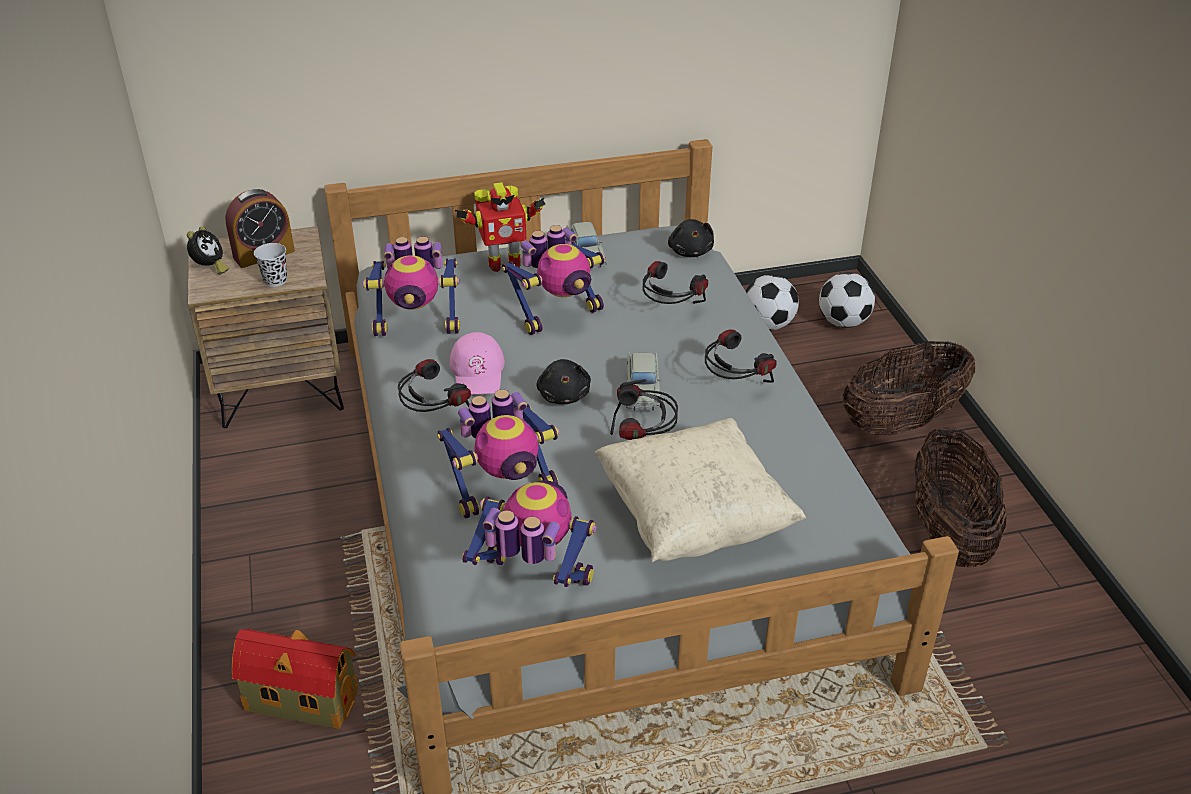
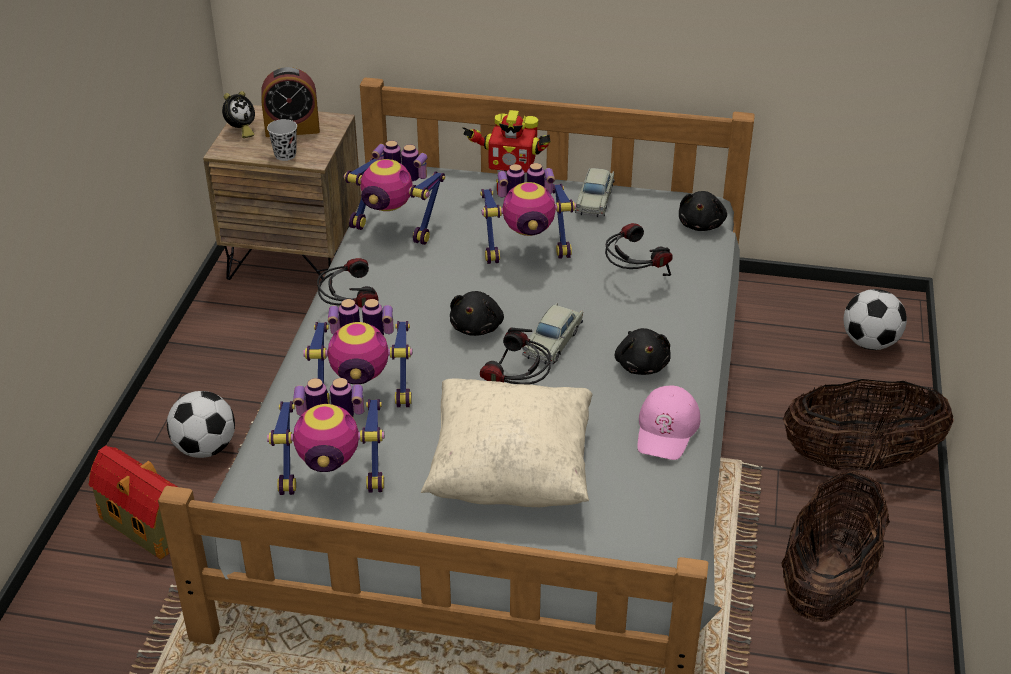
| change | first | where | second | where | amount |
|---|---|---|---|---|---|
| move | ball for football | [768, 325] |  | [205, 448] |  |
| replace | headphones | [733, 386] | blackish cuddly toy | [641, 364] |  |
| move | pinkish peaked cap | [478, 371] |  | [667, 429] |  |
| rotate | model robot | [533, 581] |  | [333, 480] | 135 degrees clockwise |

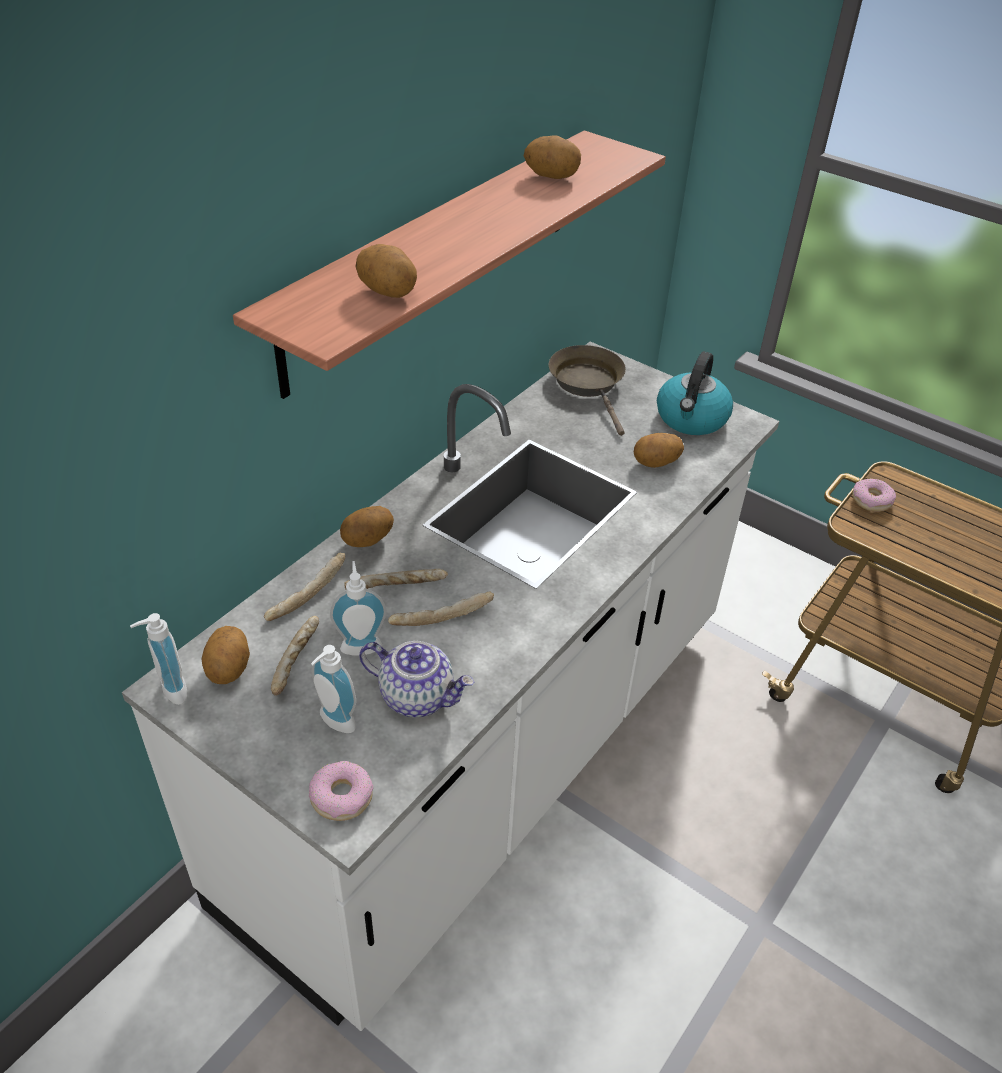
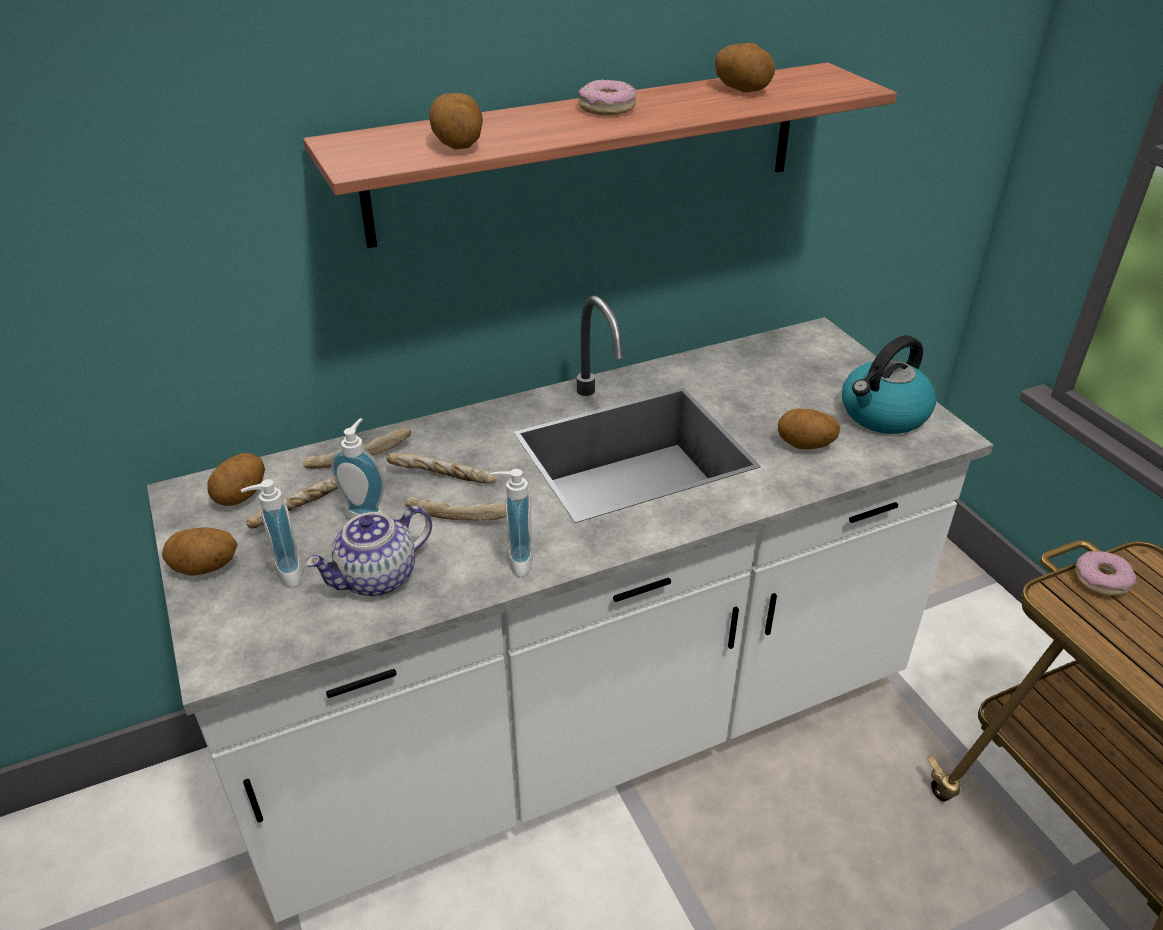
| change | first | where | second | where | amount |
|---|---|---|---|---|---|
| delete | brownish pan | [589, 384] |  |  |  |
| move | whole potato | [368, 541] |  | [205, 569] |  |
| move | soap dispenser | [169, 691] |  | [515, 561] |  |
| rotate | tea pot | [418, 696] |  | [377, 578] | 90 degrees clockwise |
| move | donut | [341, 797] |  | [606, 108] |  |

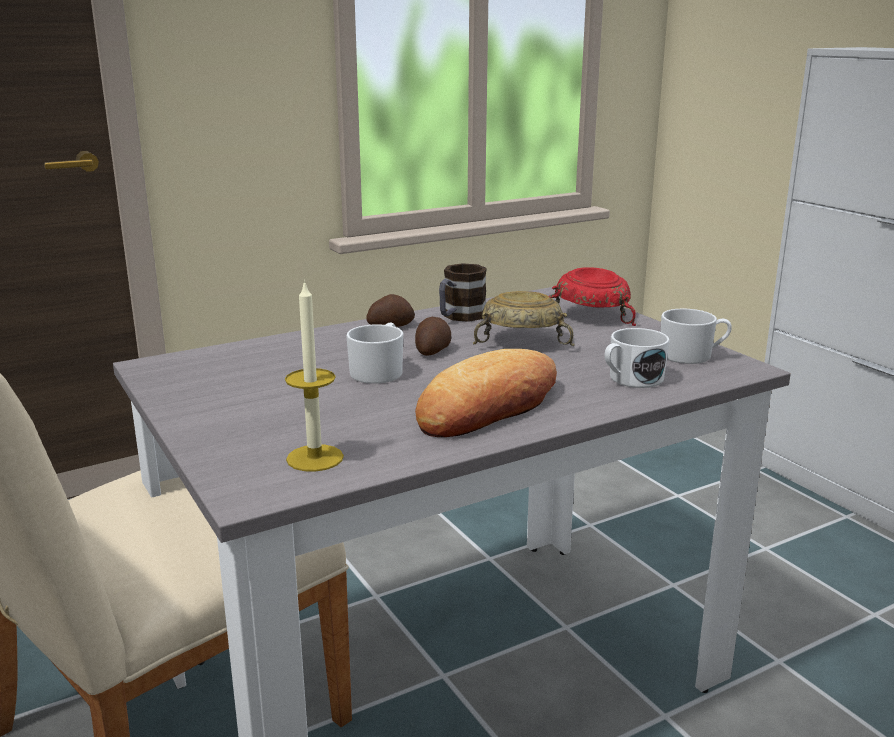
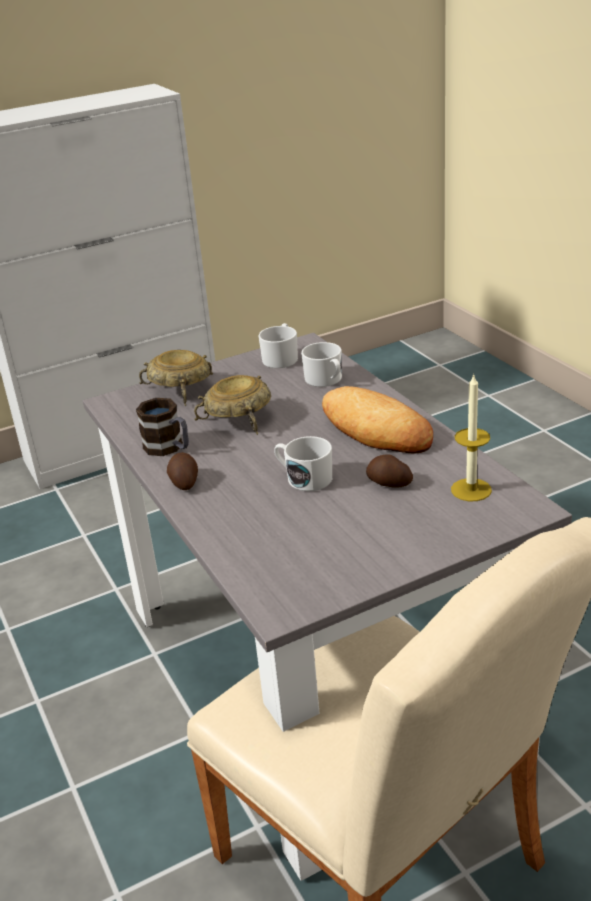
| change | first | where | second | where | amount |
|---|---|---|---|---|---|
| recolor | red serving bowl | [589, 315] | beige-coloured serving bowl | [180, 391] |  |
| move | whole potato | [432, 350] |  | [389, 483] |  |

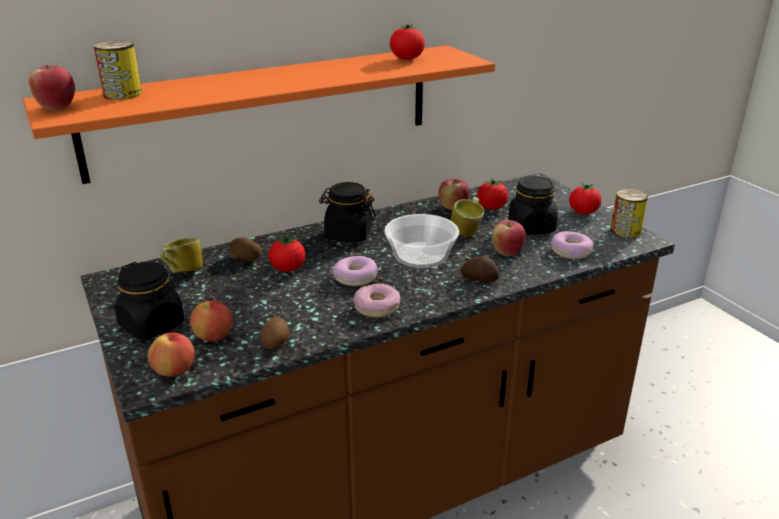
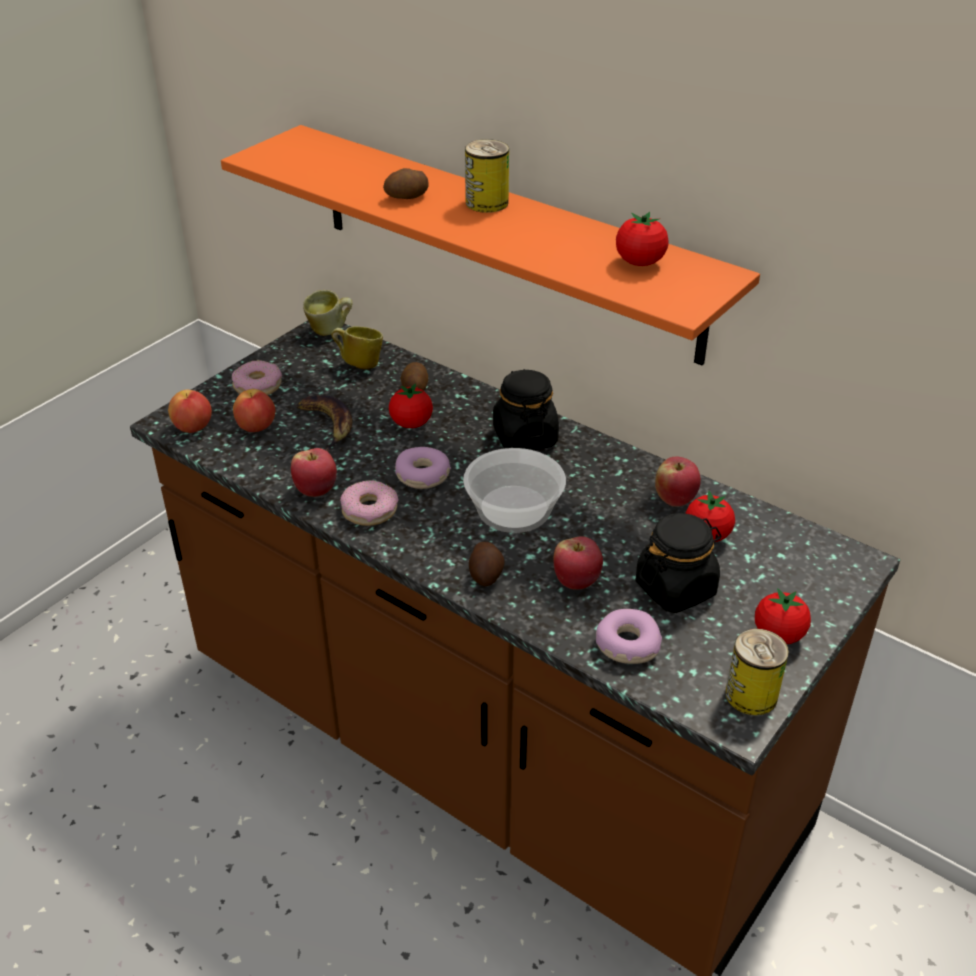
| change | first | where | second | where | amount |
|---|---|---|---|---|---|
| move | can | [122, 94] |  | [487, 203] |  |
| move | whole apple | [57, 108] |  | [316, 490] |  |
| move | coffee mug | [468, 232] |  | [330, 331] |  |
| replace | blackish jar | [152, 325] | donut | [257, 386] |  |
| move | whole potato | [276, 343] |  | [407, 197] |  |
| insert |  |  | banana | [327, 425] |  |

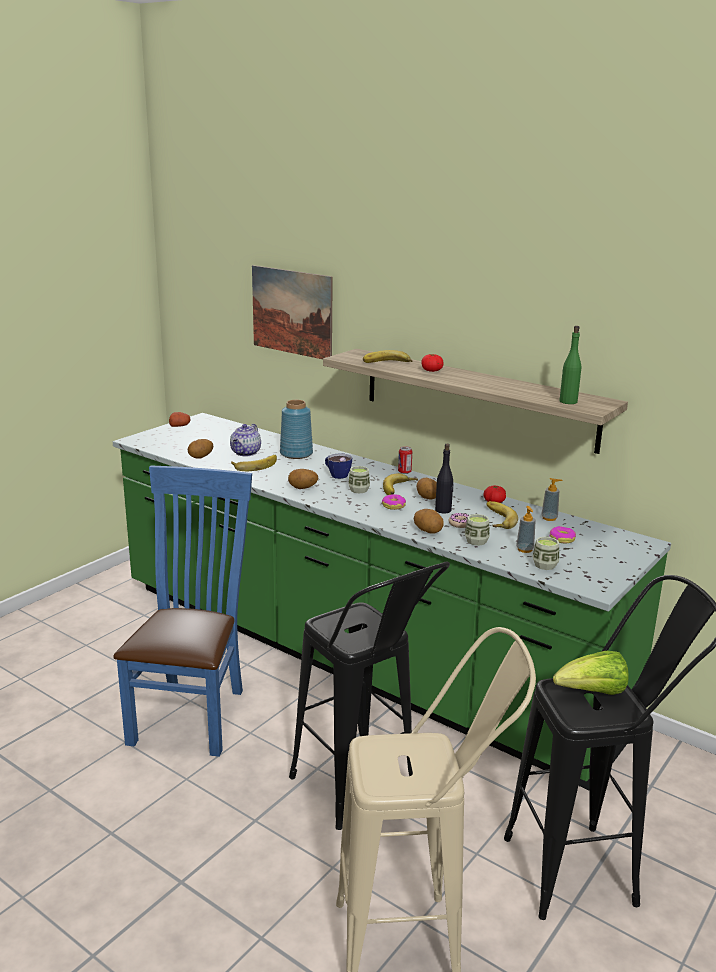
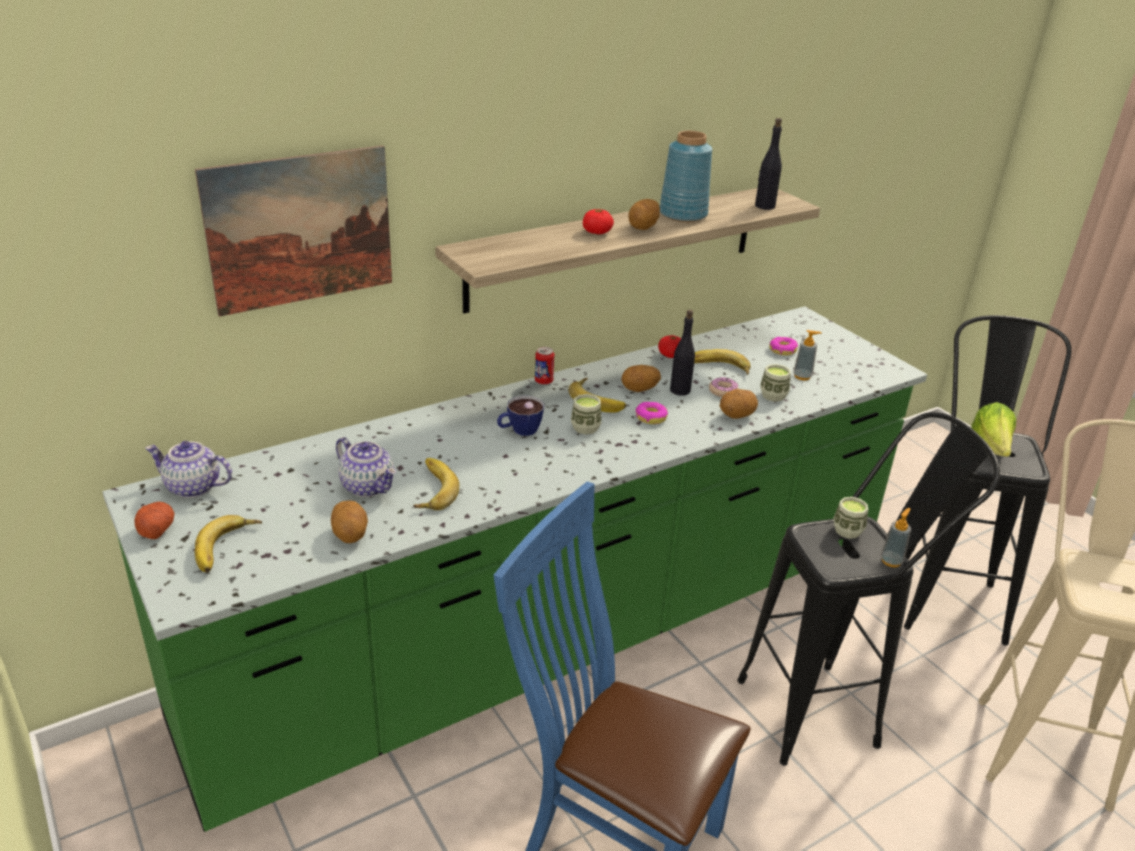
| change | first | where | second | where | amount |
|---|---|---|---|---|---|
| recolor | green-coloured drink bottle | [568, 401] | blackish drink bottle | [764, 206] |  |
| move | banana | [387, 363] |  | [228, 548] |  |
| move | blue flower vase | [295, 454] |  | [683, 215] |  |
| move | whole potato | [303, 488] |  | [643, 228] |  |
| move | soap dispenser | [549, 518] |  | [891, 561] |  |
| move | cup | [545, 565] |  | [847, 531] |  |
| insert |  |  | tea pot | [192, 487] |  |

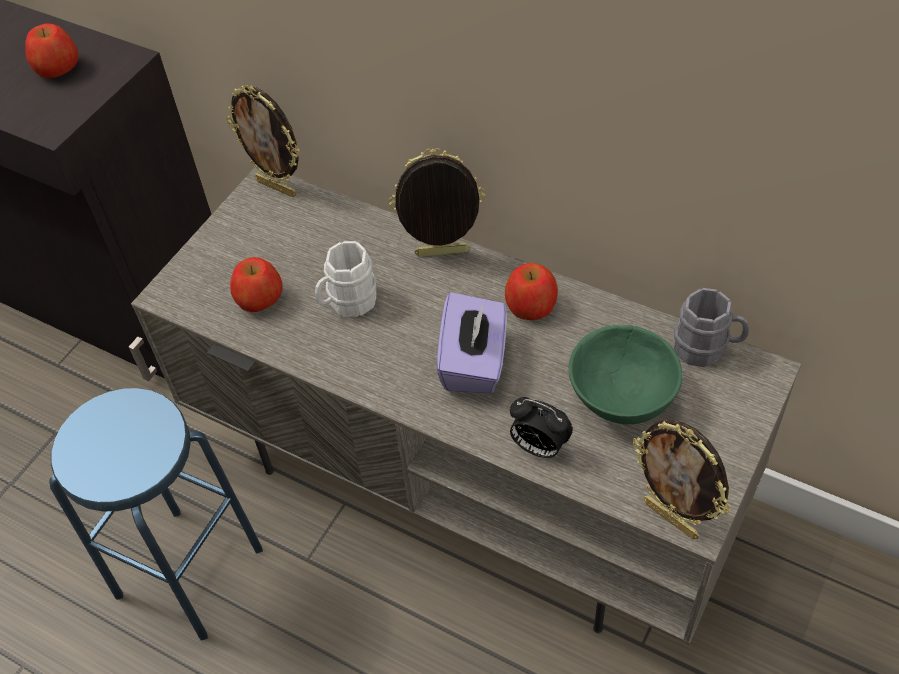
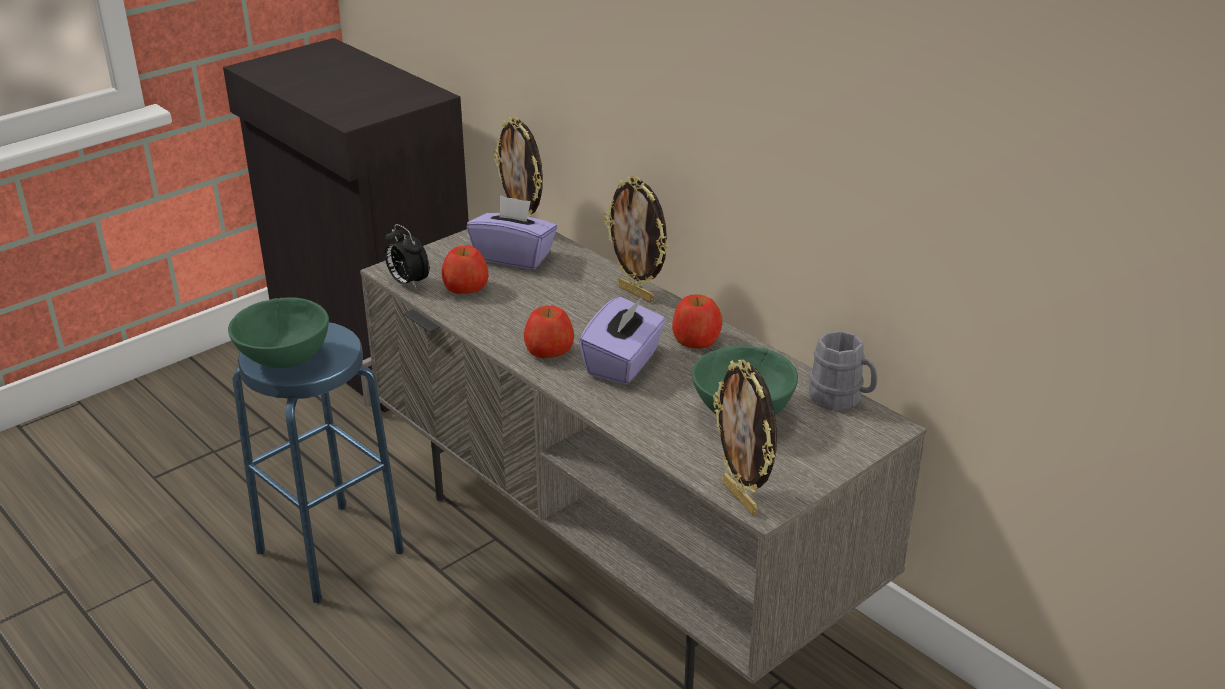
| change | first | where | second | where | amount |
|---|---|---|---|---|---|
| move | whole apple | [57, 68] |  | [548, 351] |  |
| rotate | picture frame | [442, 254] |  | [637, 293] | 150 degrees counterclockwise |
| delete | white-coloured coffee mug | [347, 302] |  |  |  |
| move | alarm clock | [538, 447] |  | [408, 283] |  |
| insert |  |  | purple-coloured tissue holder | [514, 257] |  |
| insert |  |  | green-coloured serving bowl | [283, 360] |  |

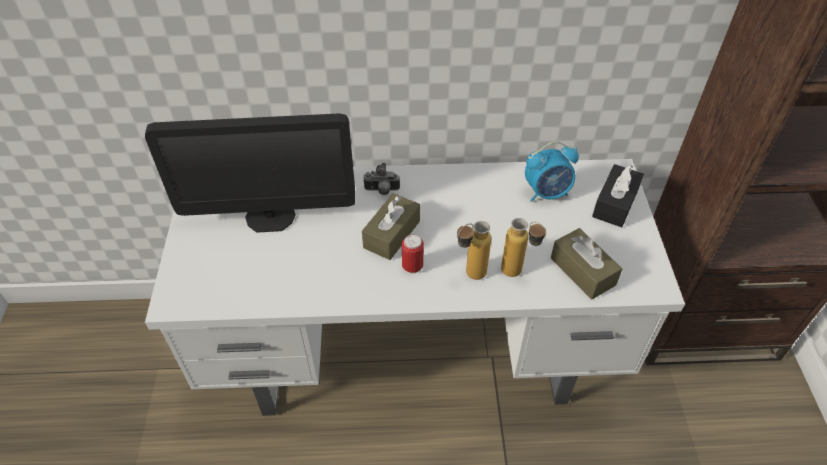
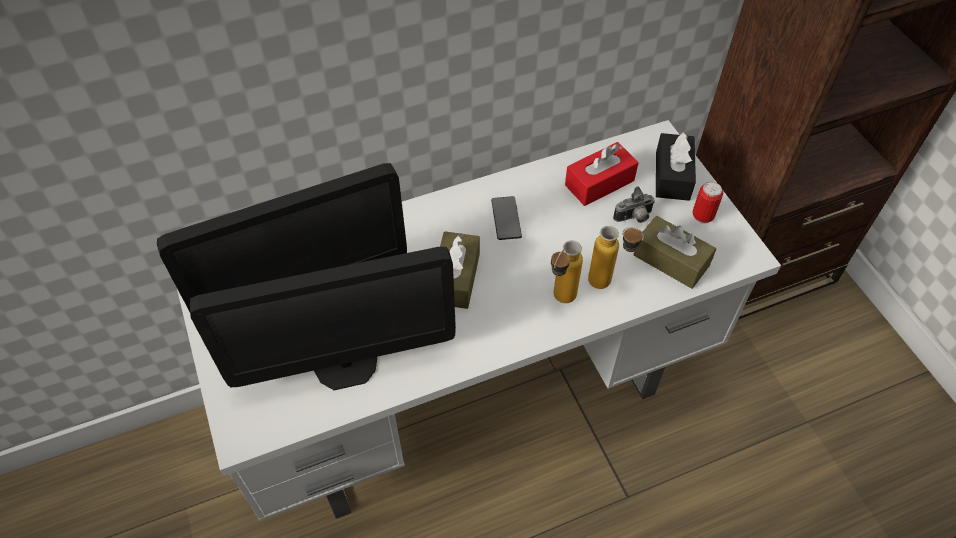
| change | first | where | second | where | amount |
|---|---|---|---|---|---|
| replace | alarm clock | [547, 193] | red tissue holder | [599, 183] |  |
| move | photo camera | [382, 191] |  | [634, 218] |  |
| move | can | [412, 267] |  | [702, 216] |  |
| insert |  |  | phone | [506, 219] |  |
| insert |  |  | computer display | [345, 364] |  |

